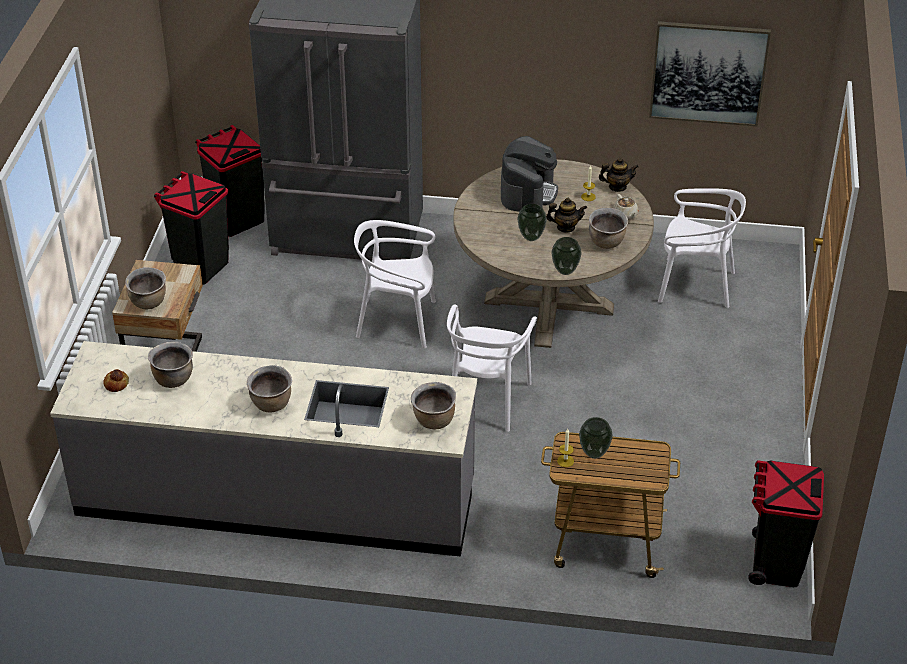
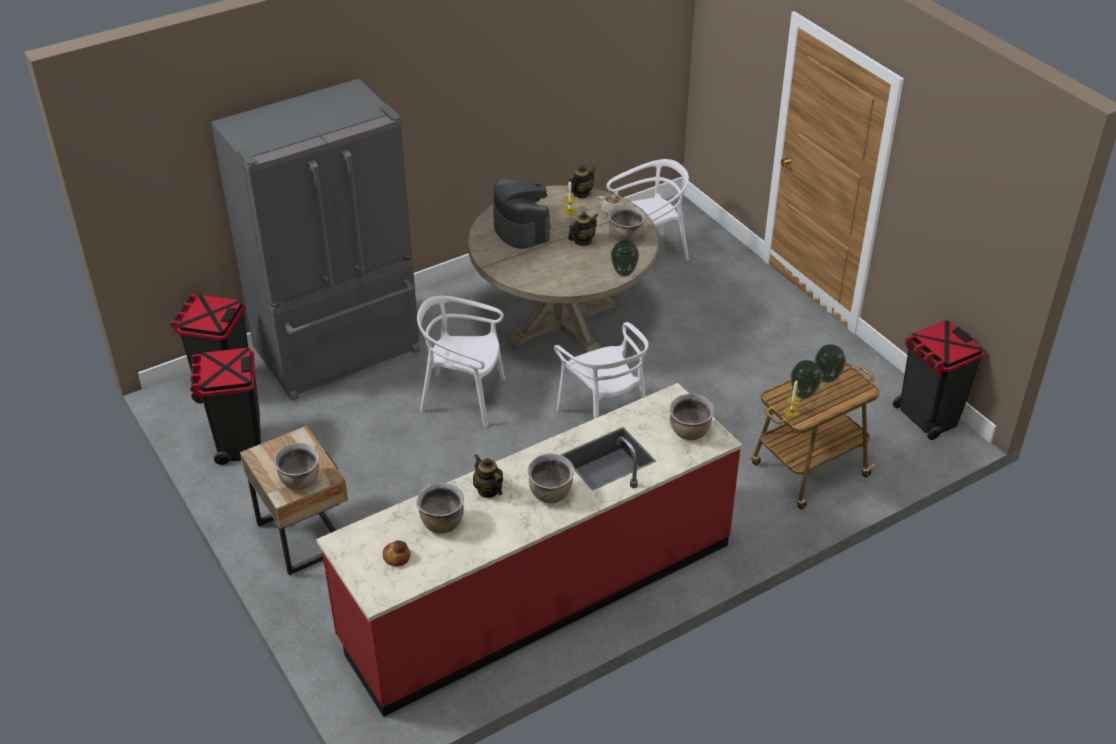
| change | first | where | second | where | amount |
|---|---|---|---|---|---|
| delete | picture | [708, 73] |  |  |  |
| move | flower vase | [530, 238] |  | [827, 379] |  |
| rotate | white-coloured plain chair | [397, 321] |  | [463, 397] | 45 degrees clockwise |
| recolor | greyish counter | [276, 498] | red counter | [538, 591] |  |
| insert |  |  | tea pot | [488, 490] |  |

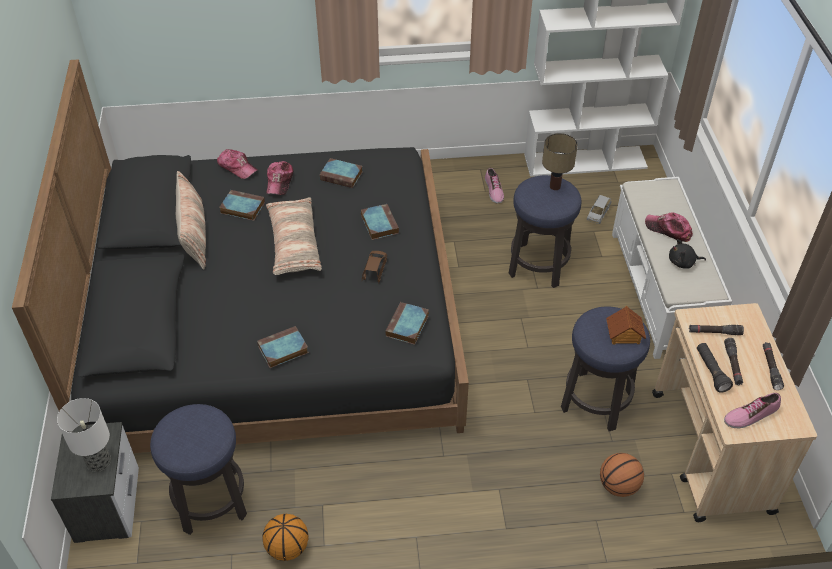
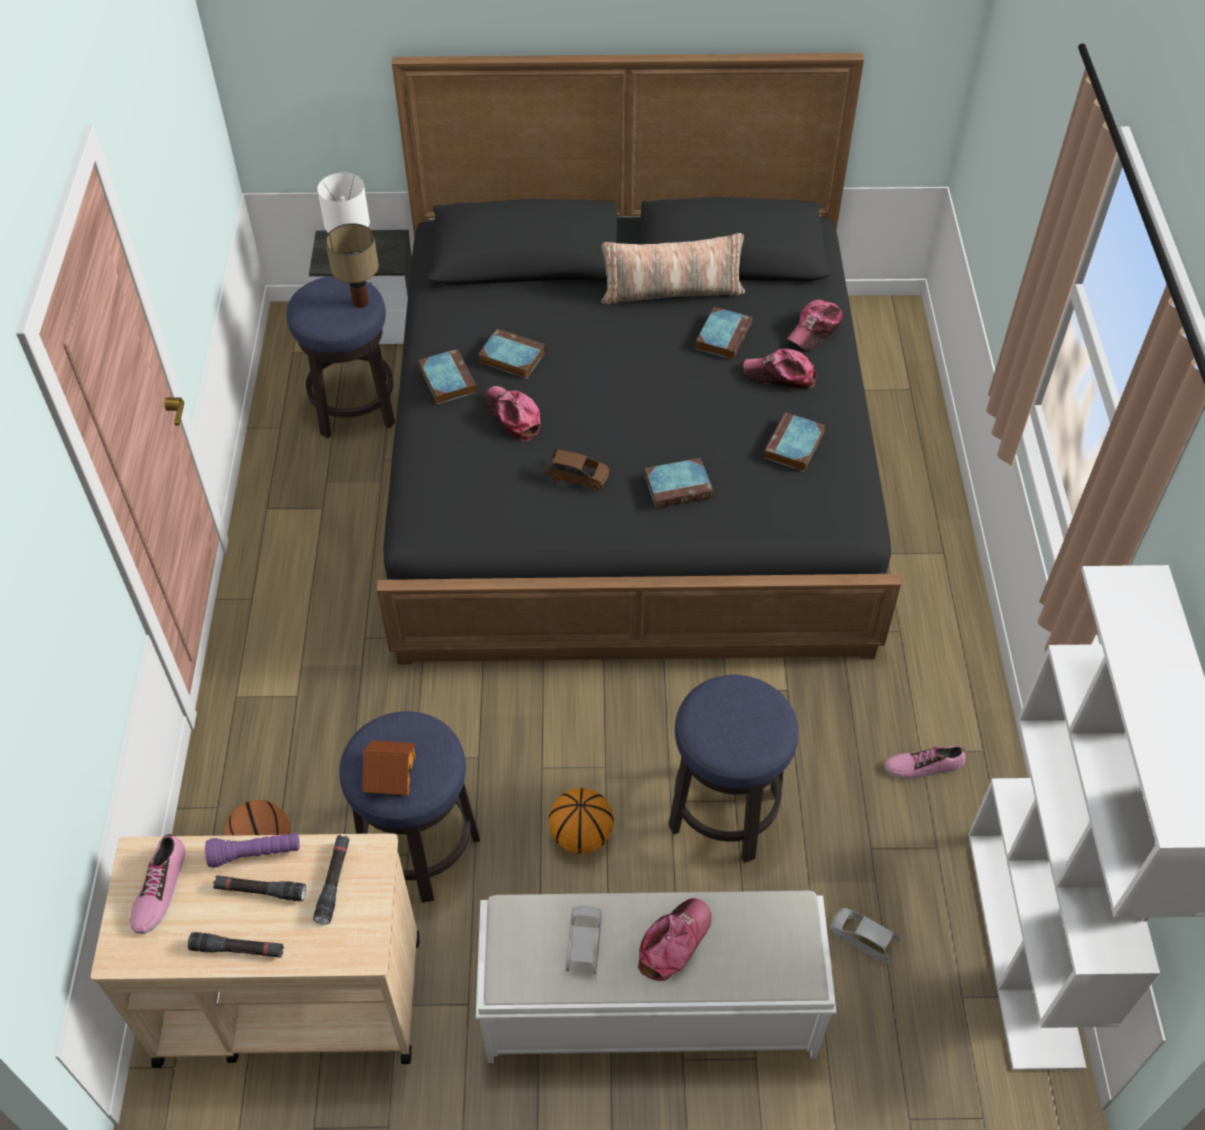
| change | first | where | second | where | amount |
|---|---|---|---|---|---|
| move | lamp for a table | [555, 187] |  | [359, 302] |  |
| delete | throw pillow | [294, 244] |  |  |  |
| replace | blackish cuddly toy | [683, 262] | greyish model car | [583, 946] |  |
| move | bound book | [407, 326] |  | [510, 357] |  |
| recolor | blackish flashlight | [711, 371] | purple-coloured flashlight | [255, 854] |  |
| rotate | item of footwear | [750, 414] |  | [159, 889] | 150 degrees counterclockwise |
| move | basketball ball | [287, 548] |  | [580, 835] |  |
| insert |  |  | peaked cap | [512, 416] |  |

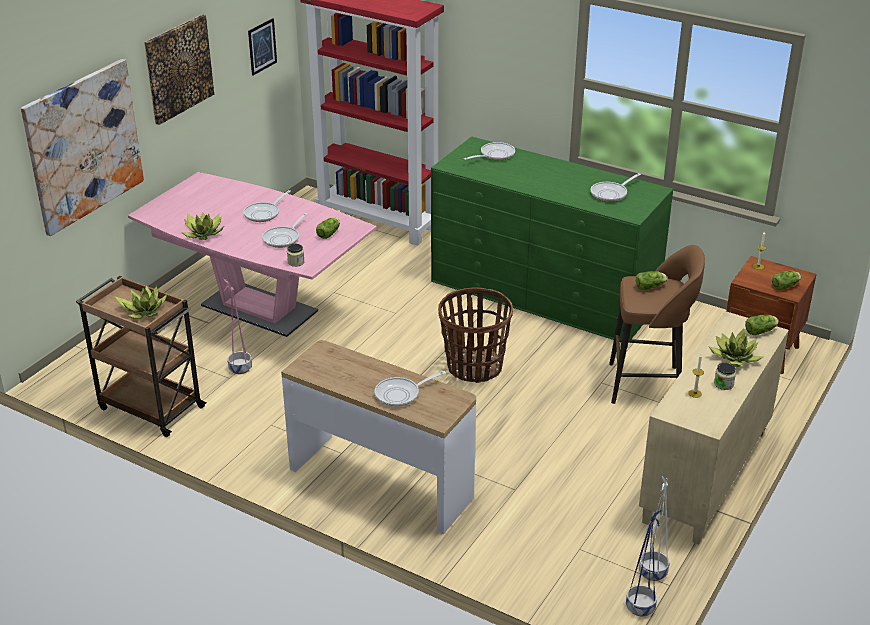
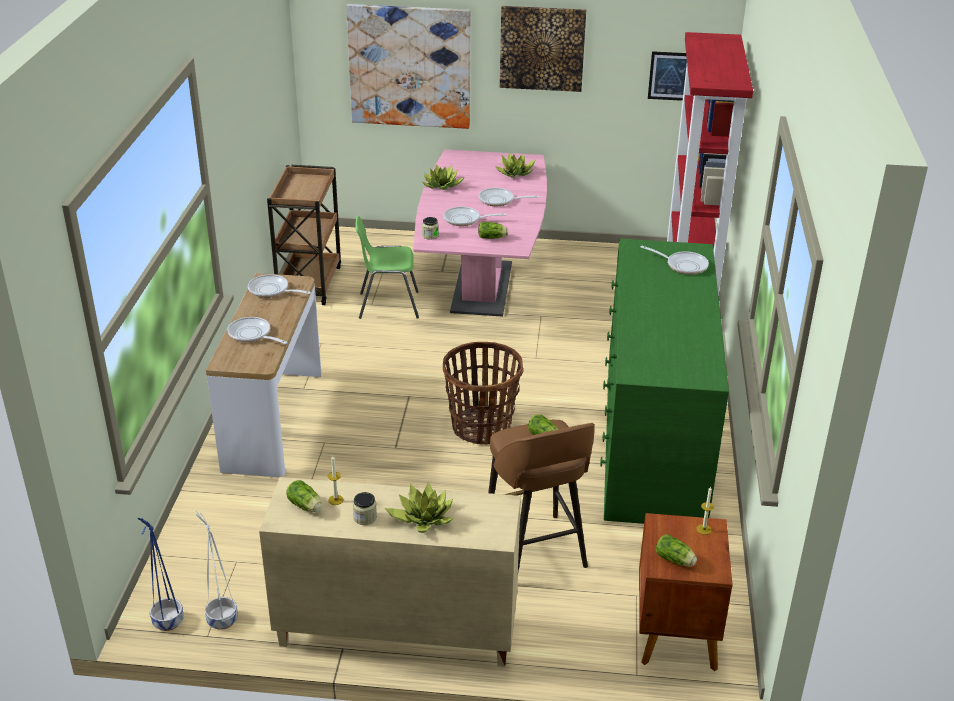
| change | first | where | second | where | amount |
|---|---|---|---|---|---|
| move | pan | [611, 193] |  | [271, 290] |  |
| replace | pinkish plant pot | [239, 368] | green-coloured plain chair | [388, 305] |  |
| move | houseplant | [144, 311] |  | [515, 173] |  |
| move | lettuce | [761, 331] |  | [306, 506] |  |

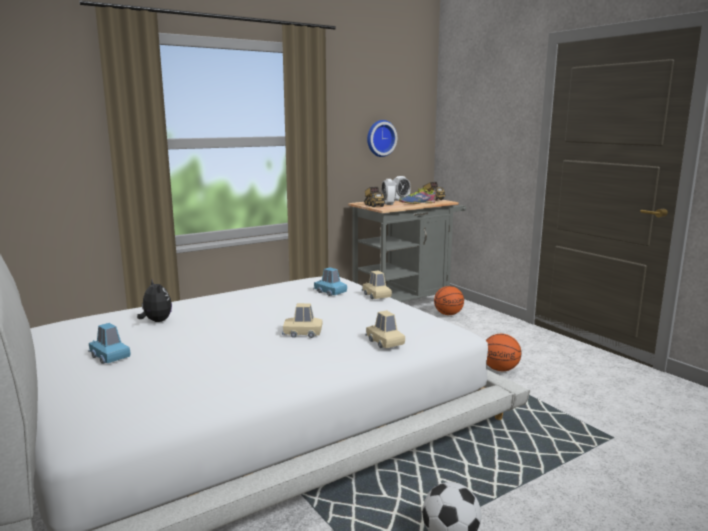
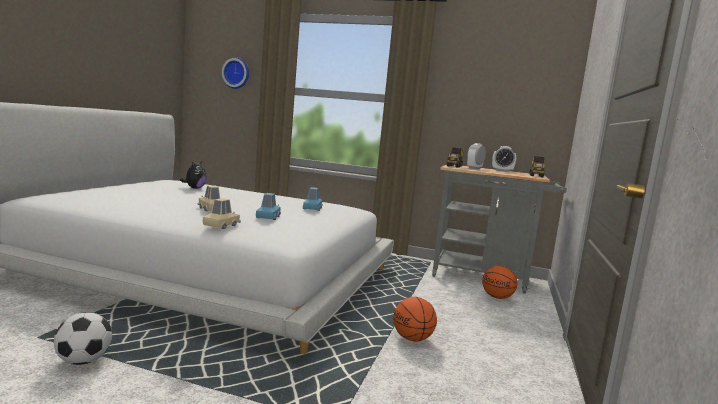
| change | first | where | second | where | amount |
|---|---|---|---|---|---|
| move | clock on the wall | [380, 138] |  | [237, 73] |  |
| delete | item of footwear | [417, 203] |  |  |  |
| delete | beige-coloured model car | [376, 295] |  |  |  |
| move | blue model car | [110, 356] |  | [268, 217] |  |

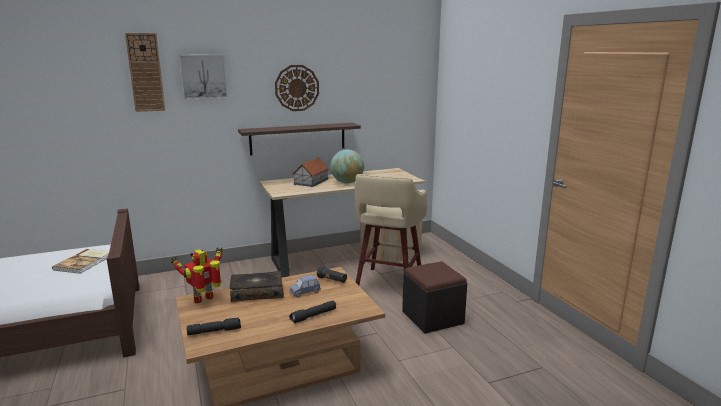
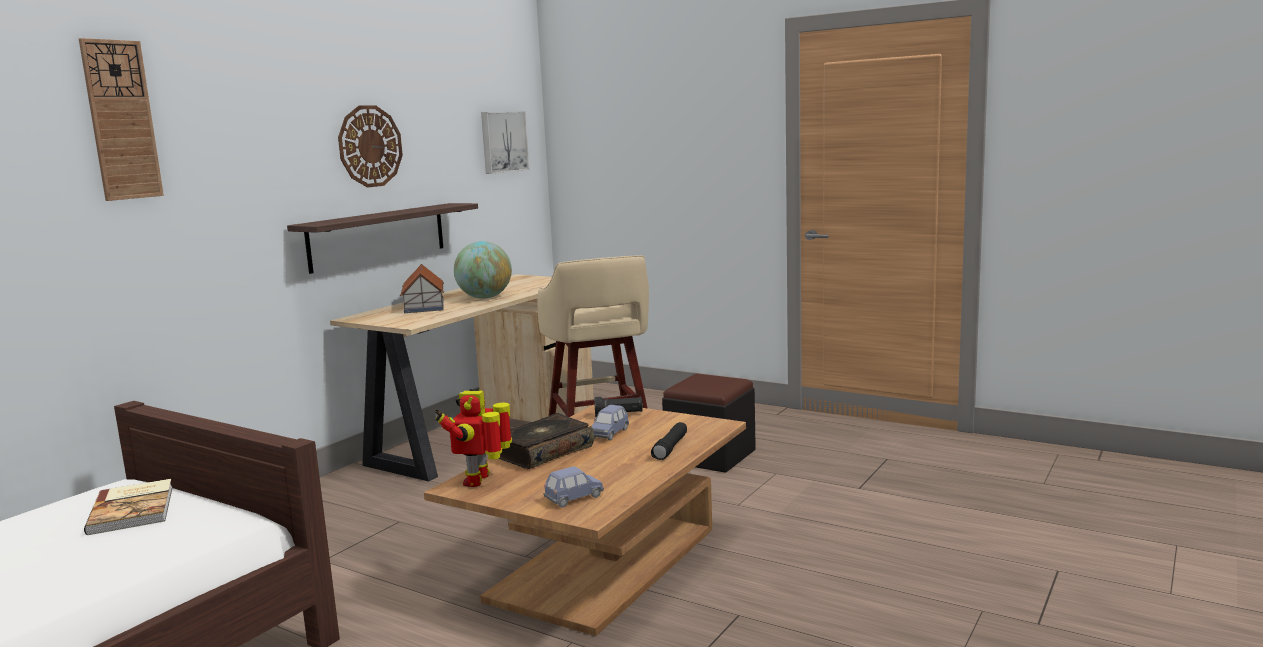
| change | first | where | second | where | amount |
|---|---|---|---|---|---|
| move | picture | [203, 76] |  | [503, 142] |  |
| replace | blackish flashlight | [215, 331] | blue model car | [574, 498] |  |

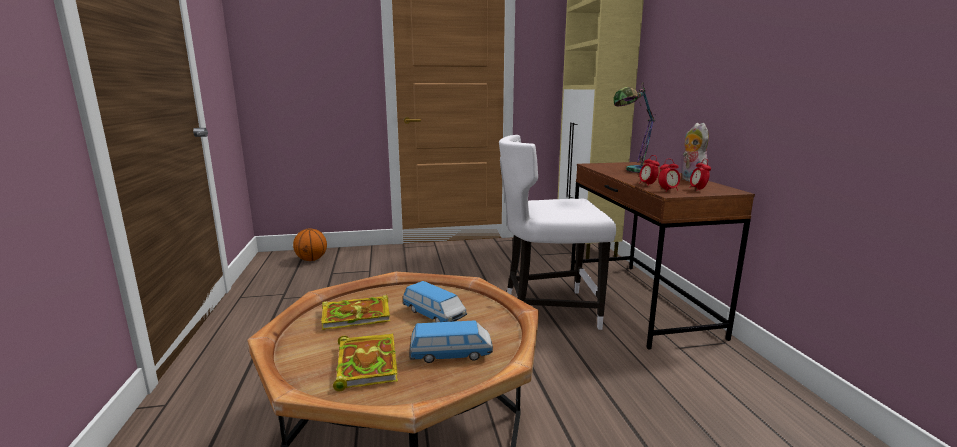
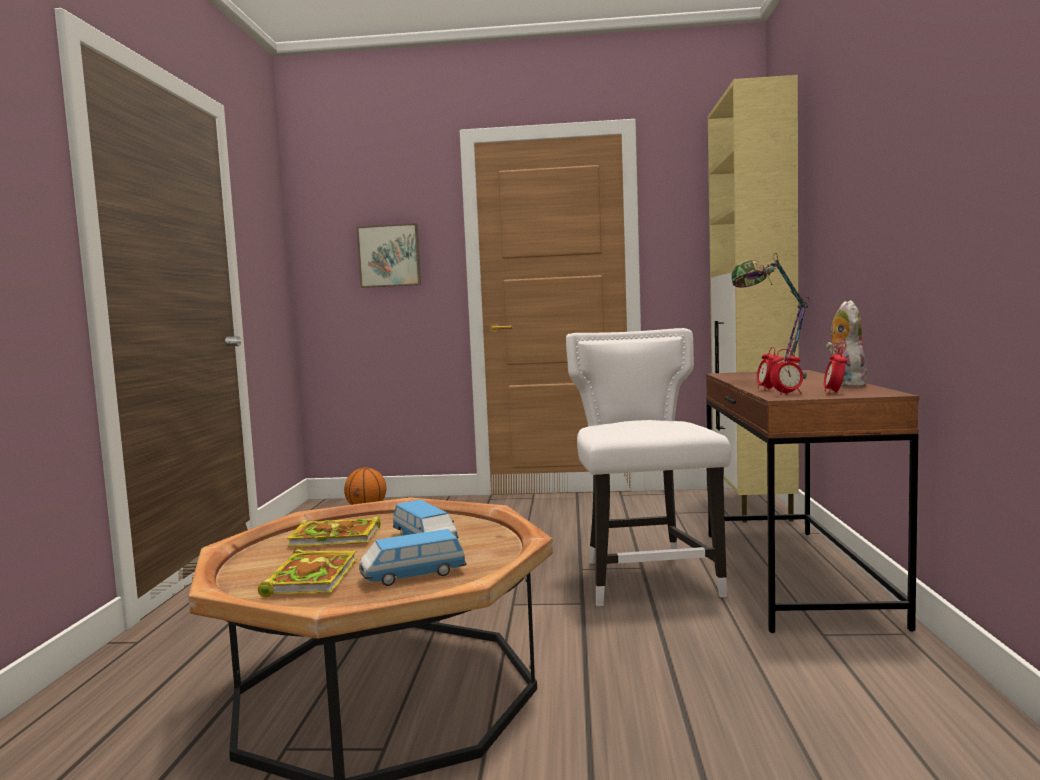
| change | first | where | second | where | amount |
|---|---|---|---|---|---|
| rotate | white-coloured plain chair | [547, 310] |  | [646, 578] | 75 degrees clockwise |
| rotate | model car | [451, 354] |  | [413, 575] | 150 degrees clockwise |
| insert |  |  | picture | [389, 256] |  |

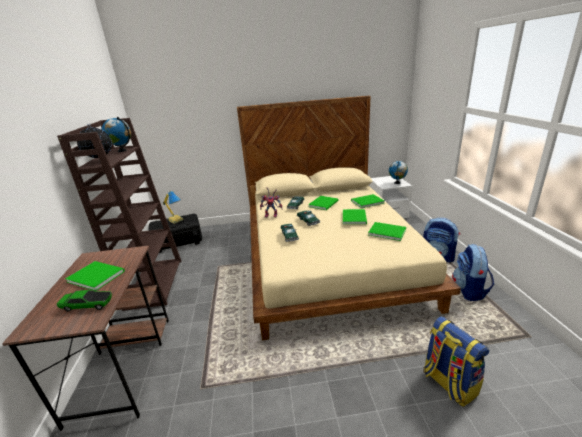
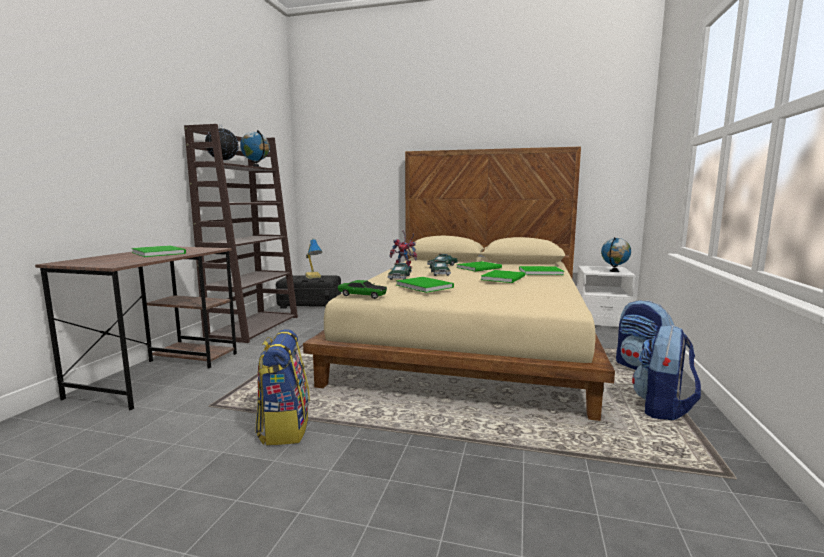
| change | first | where | second | where | amount |
|---|---|---|---|---|---|
| move | green-coloured bound book | [386, 231] |  | [424, 286] |  |
| move | model car | [87, 305] |  | [362, 295] |  |
| move | knapsack | [448, 383] |  | [284, 428] |  |

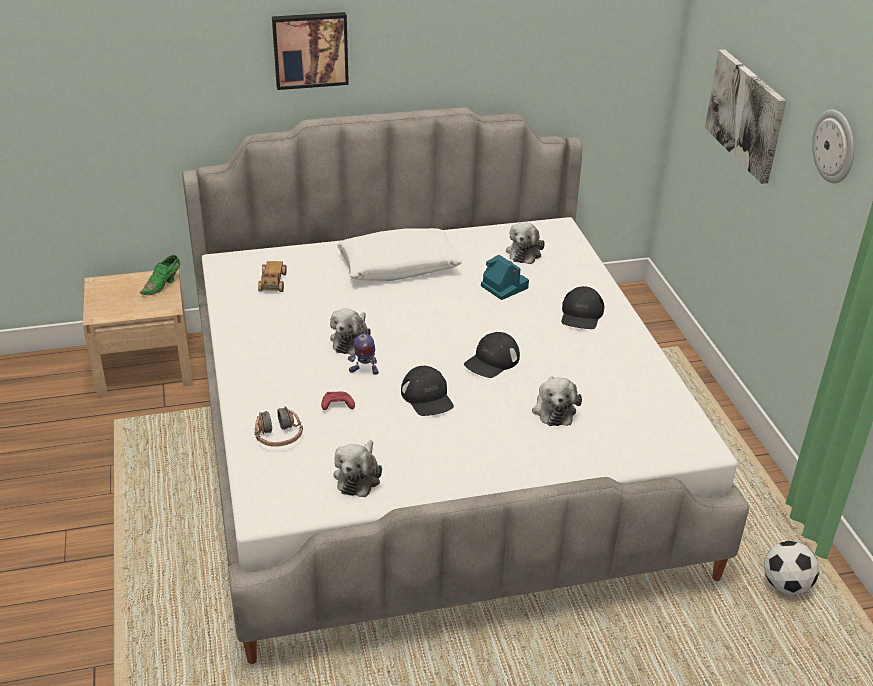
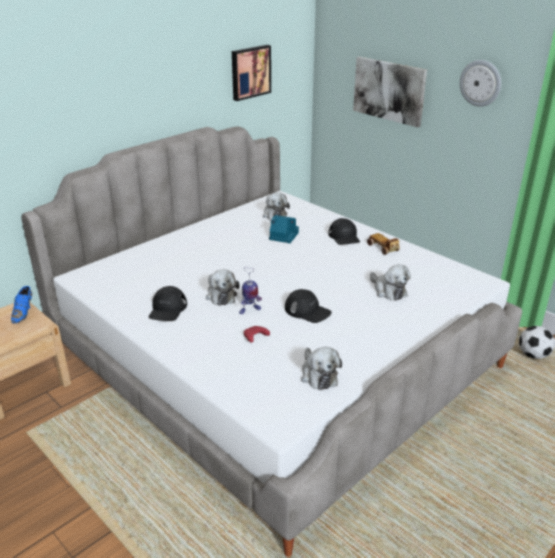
| change | first | where | second | where | amount |
|---|---|---|---|---|---|
| move | picture | [310, 49] |  | [250, 72] |  |
| delete | white-coloured throw pillow | [399, 266] |  |  |  |
| recolor | green-coloured item of footwear | [163, 285] | blue item of footwear | [24, 312] |  |
| move | model car | [272, 283] |  | [383, 248] |  |
| move | blackish peaked cap | [492, 361] |  | [167, 309] |  |
| delete | headphones | [278, 436] |  |  |  |

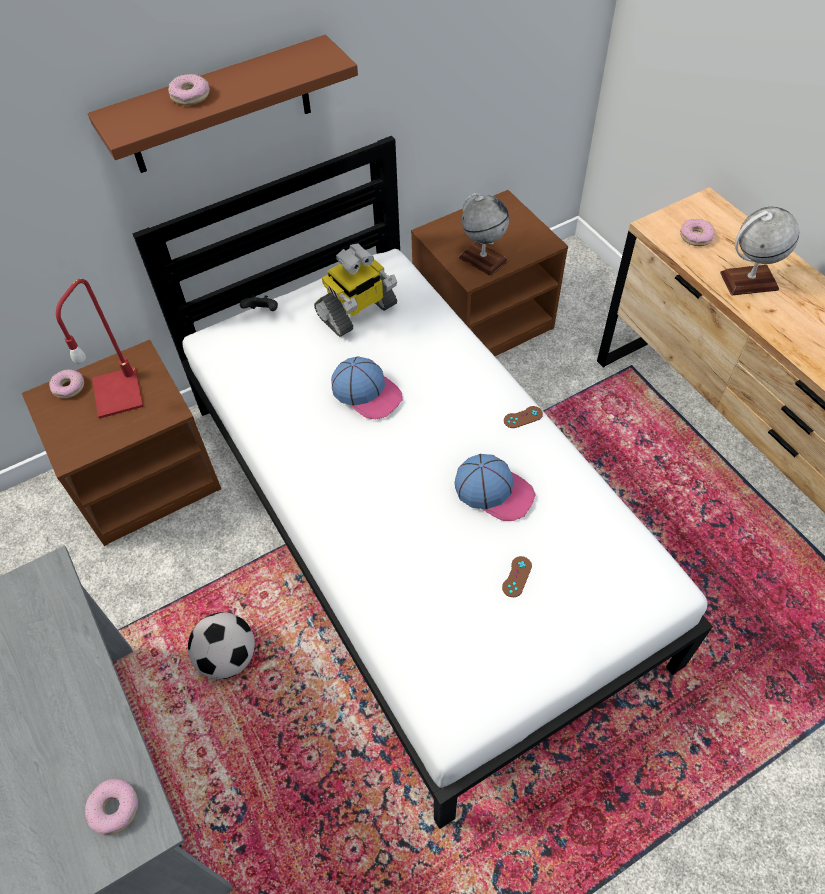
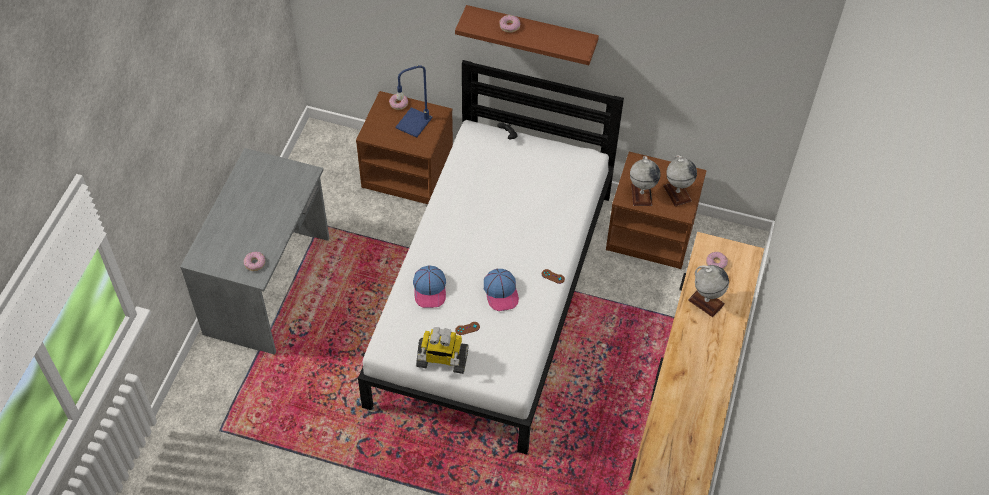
| change | first | where | second | where | amount |
|---|---|---|---|---|---|
| move | model robot | [357, 311] |  | [442, 360] |  |
| recolor | red lamp for a table | [117, 392] | blue lamp for a table | [414, 122] |  |
| move | peaked cap | [367, 392] |  | [430, 289] |  |
| delete | ball for football | [228, 657] |  |  |  |
| insert |  |  | globe | [677, 193] |  |

